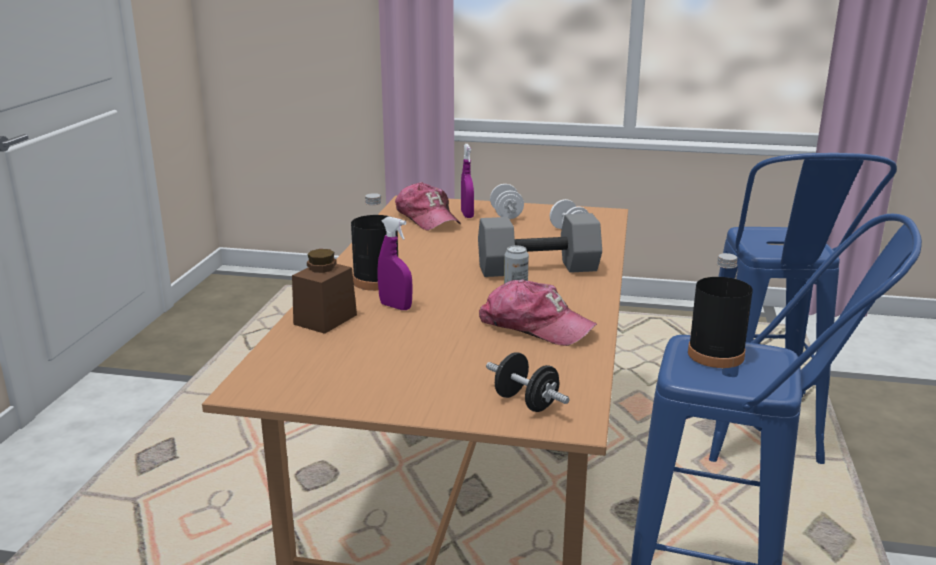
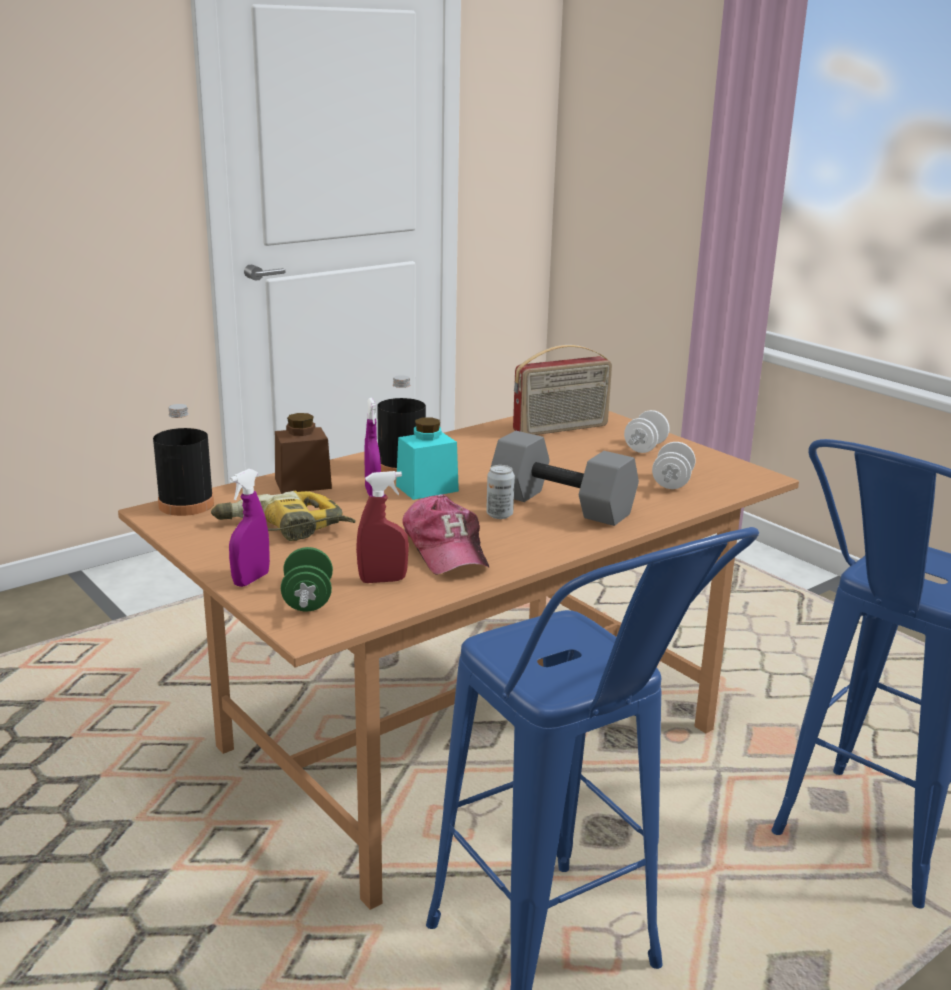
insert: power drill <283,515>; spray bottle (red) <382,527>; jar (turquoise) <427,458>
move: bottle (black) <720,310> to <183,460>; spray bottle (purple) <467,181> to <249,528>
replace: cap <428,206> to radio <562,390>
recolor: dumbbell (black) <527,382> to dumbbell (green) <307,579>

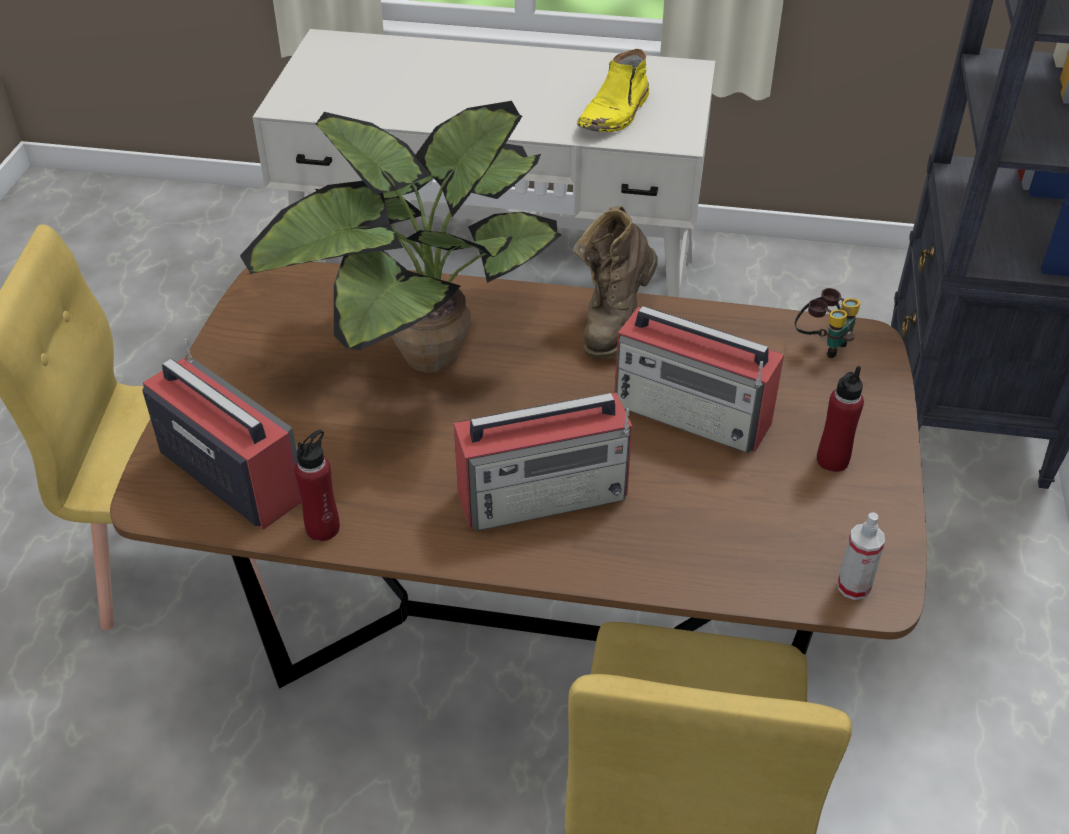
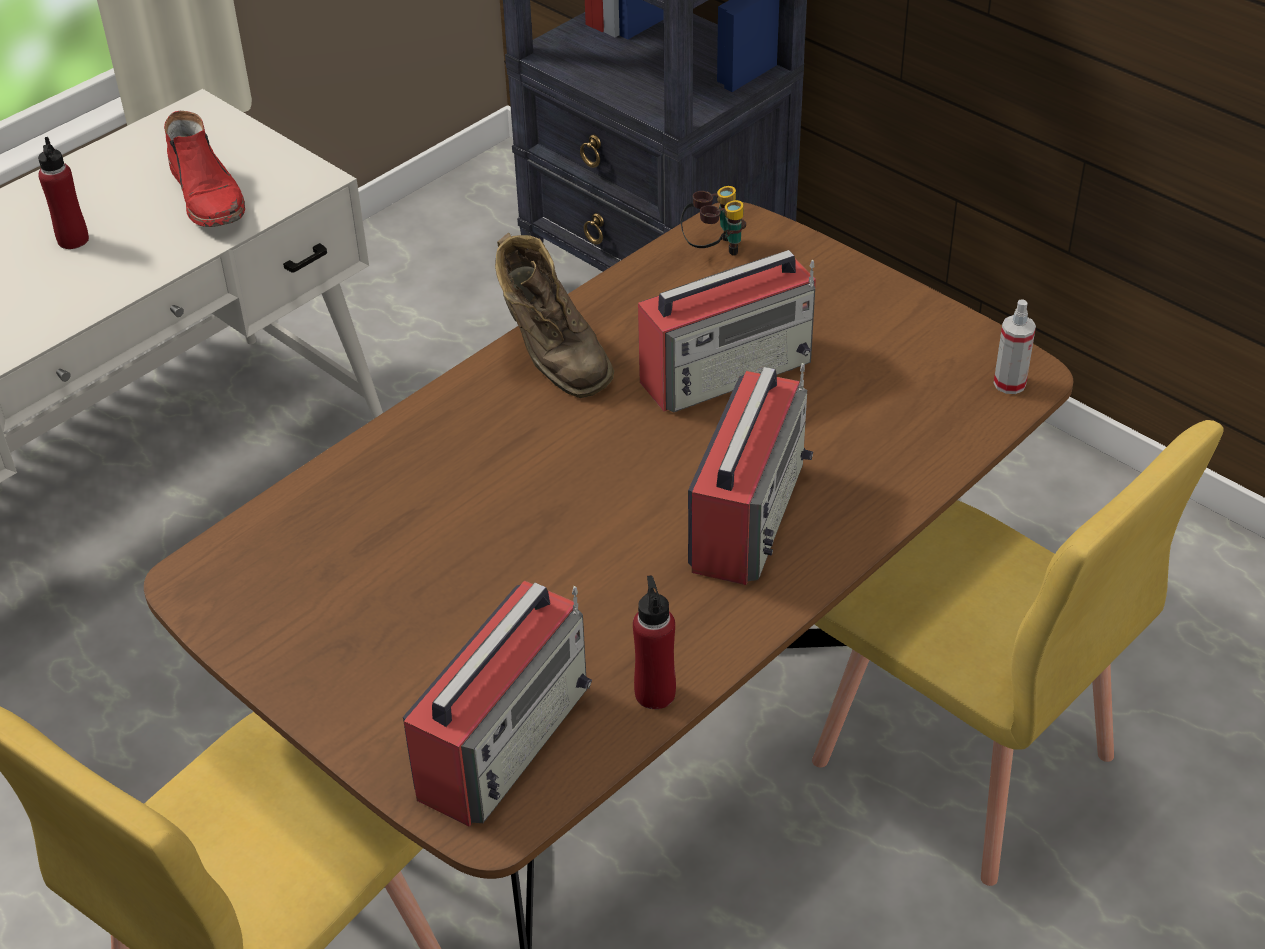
delete: potted plant <400,237>
move: bottle (red) <840,419> to <63,193>
recolor: boot (yellow) <613,90> to boot (red) <204,169>
rotate: radio <222,434> = <497,703> 135 degrees clockwise

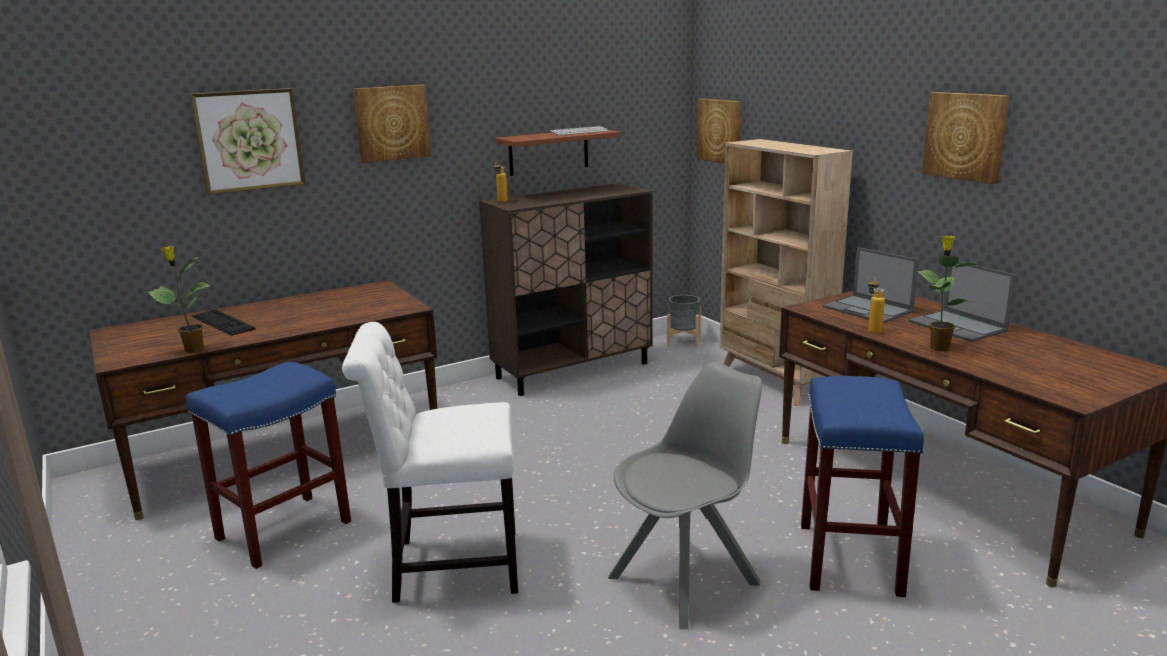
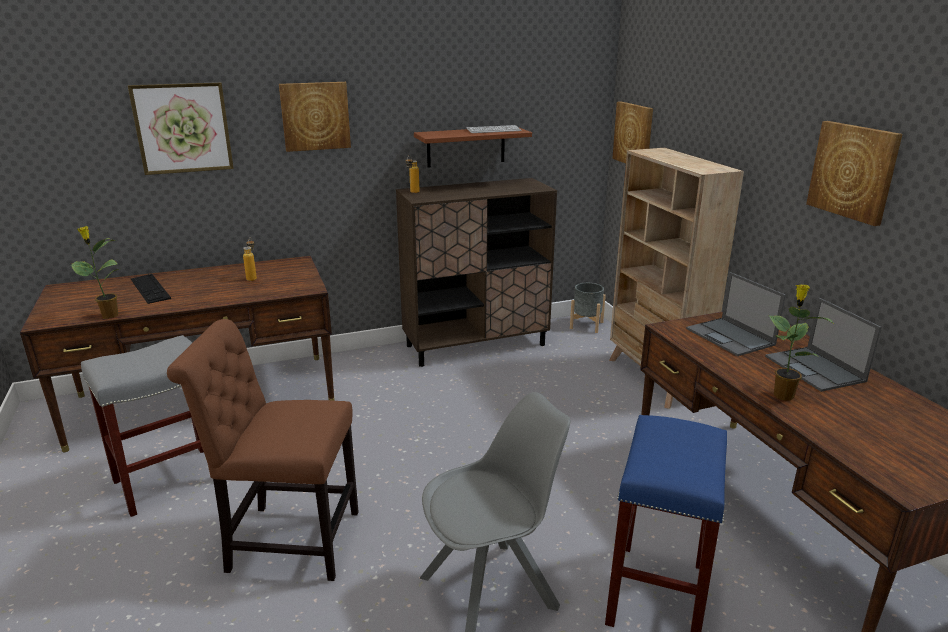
move: bottle <876,305> to <250,259>
recolor: stool (blue) <268,465> to stool (grey) <142,426>; chair (white) <430,462> to chair (brown) <263,450>

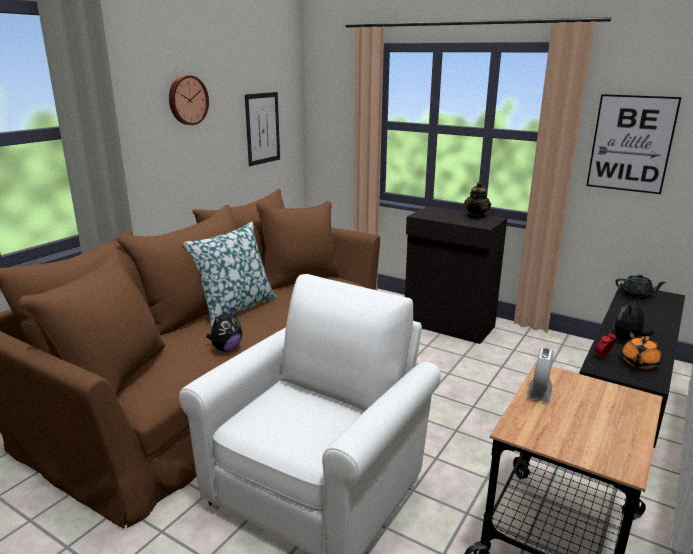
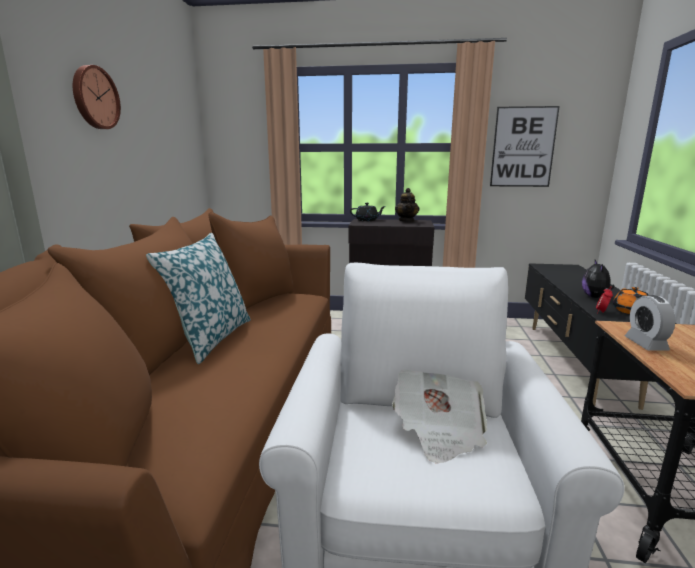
delete: plush toy <224,330>; picture <262,129>
insert: newspaper <439,417>
move: teapot (black) <641,286> to <368,212>

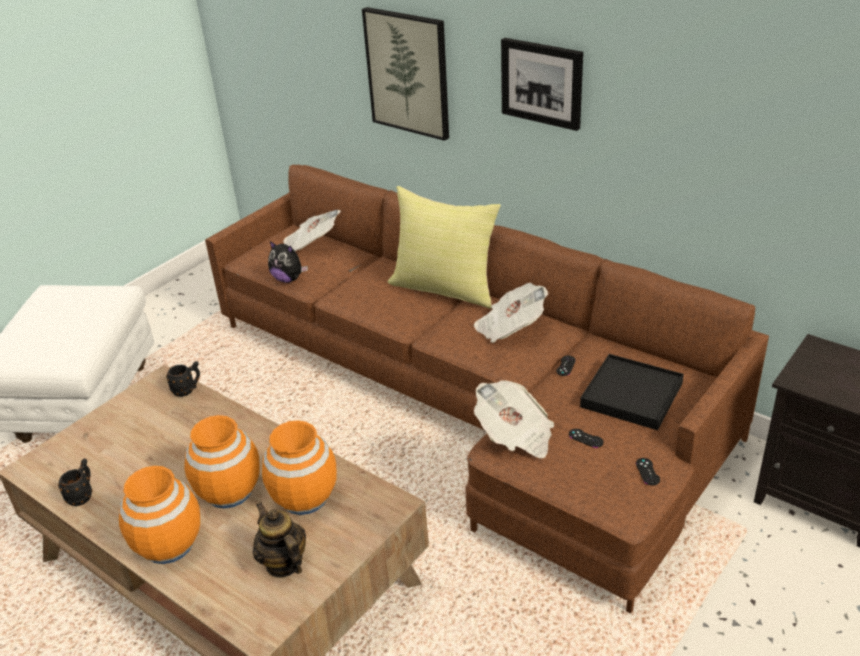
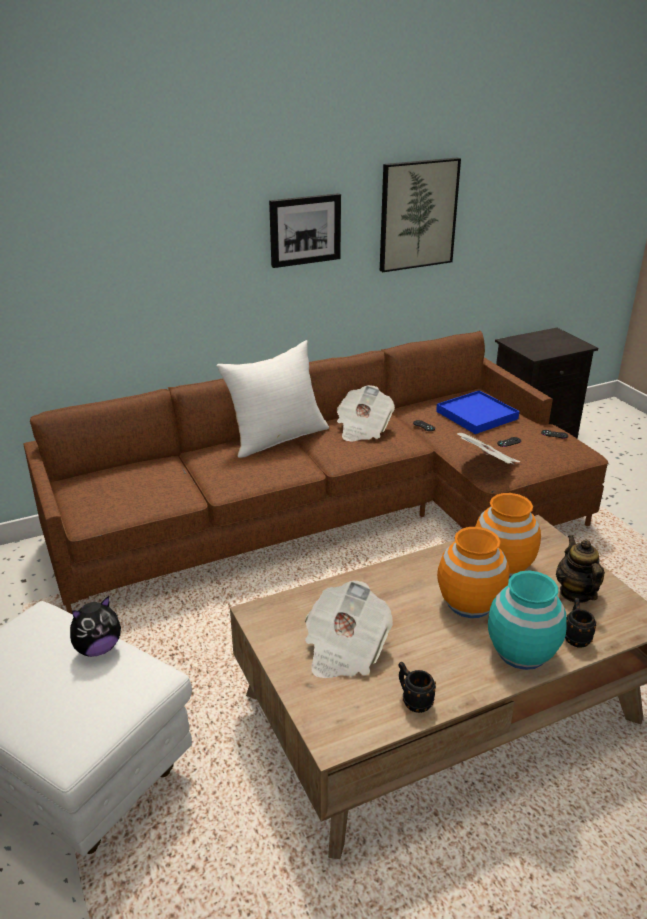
move: plush toy <288,262> to <95,626>; newspaper <312,230> to <349,629>; picture <405,74> to <420,215>; mug (black) <183,379> to <581,623>
recolor: pillow (yellow) <444,247> to pillow (white) <272,399>; tray (black) <632,392> to tray (blue) <477,412>; vase (orange) <159,515> to vase (turquoise) <527,620>
rotate: teapot <279,540> = <580,569> 90 degrees clockwise

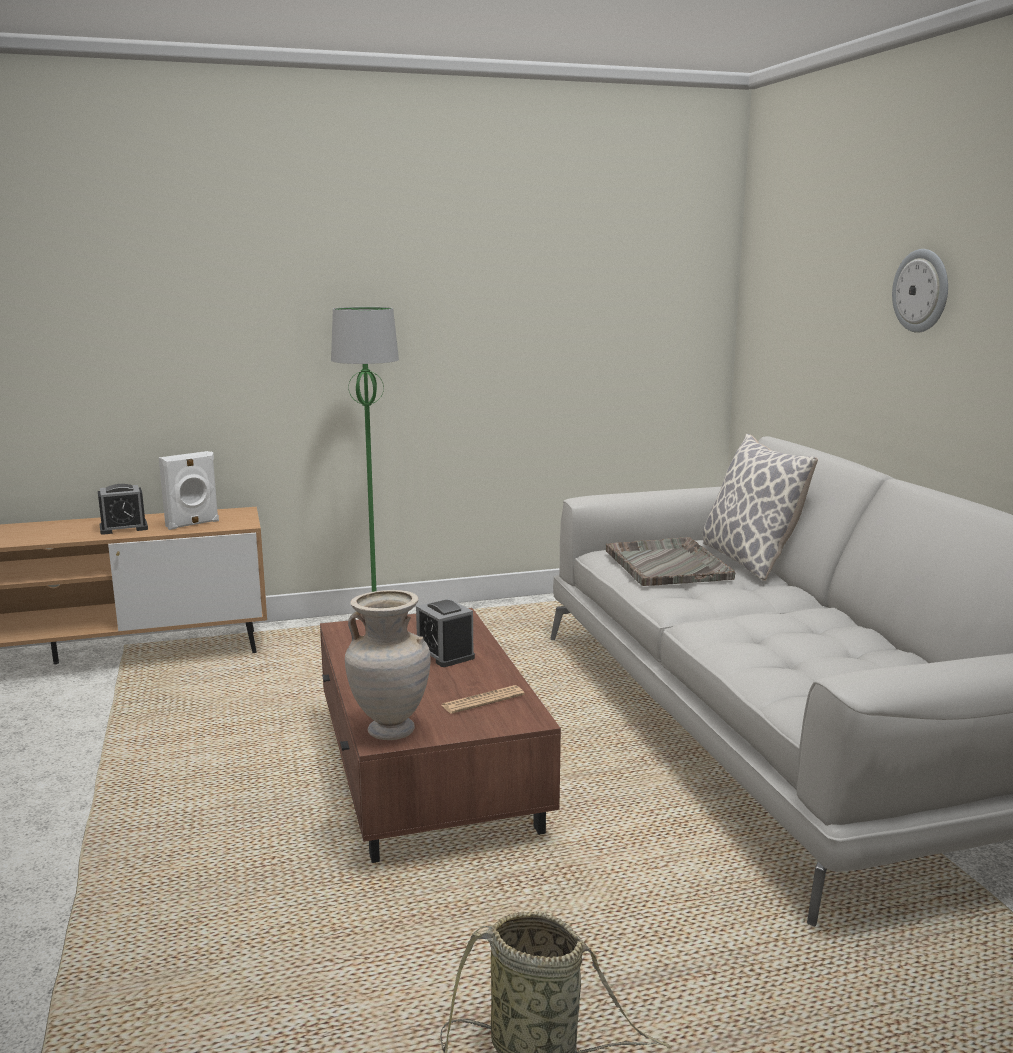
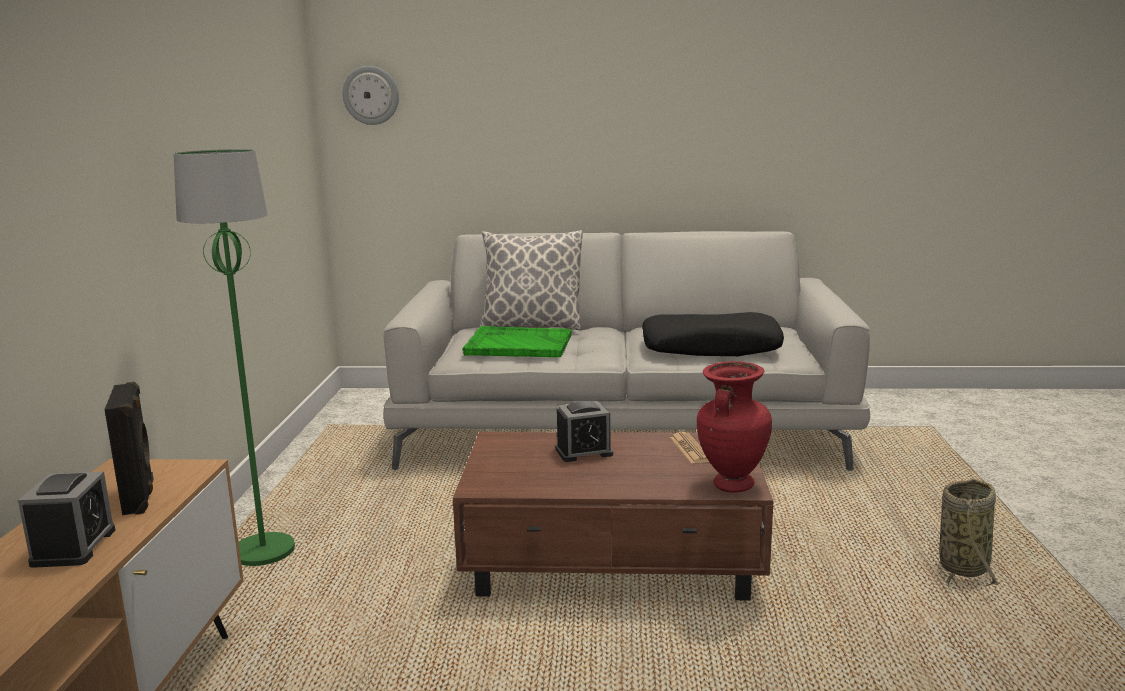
insert: pillow (black) <713,334>
move: wall clock <920,291> to <370,95>
recolor: speaker (white) <189,490> to speaker (black) <129,449>; tray (grey) <670,561> to tray (green) <517,341>; vase (beige) <388,665> to vase (red) <734,427>

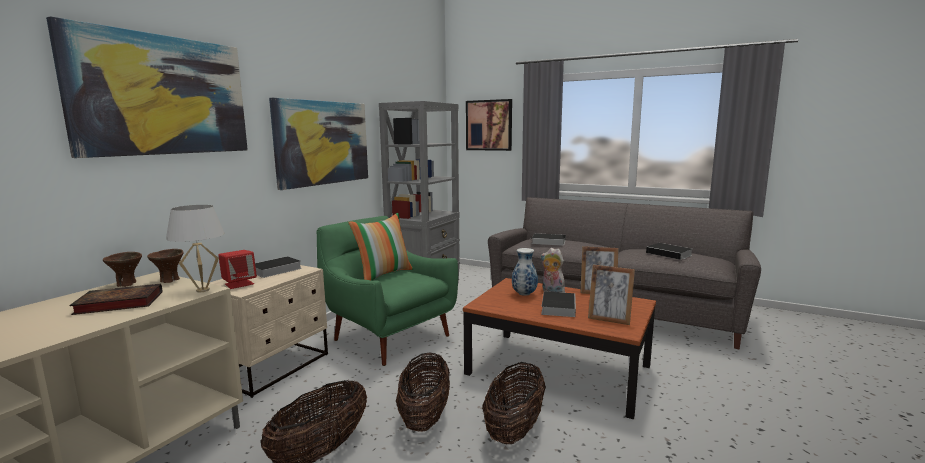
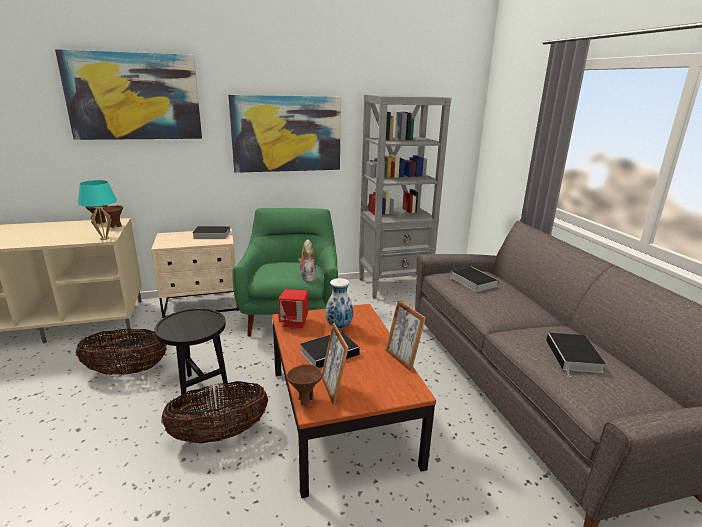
delete: book <115,299>; pillow <380,247>; picture <489,125>
insert: bowl (brown) <304,385>
move: speaker (red) <237,269> to <293,308>; plush toy <552,270> to <307,260>
replace: basket <423,392> to side table (black) <191,357>
recolor: table lamp (white) <195,248> to table lamp (turquoise) <97,210>

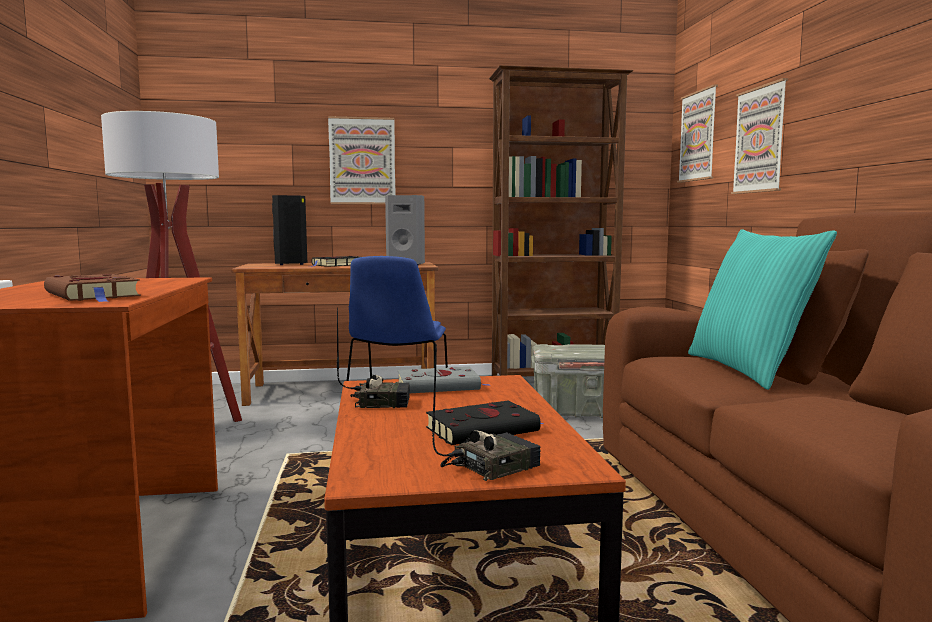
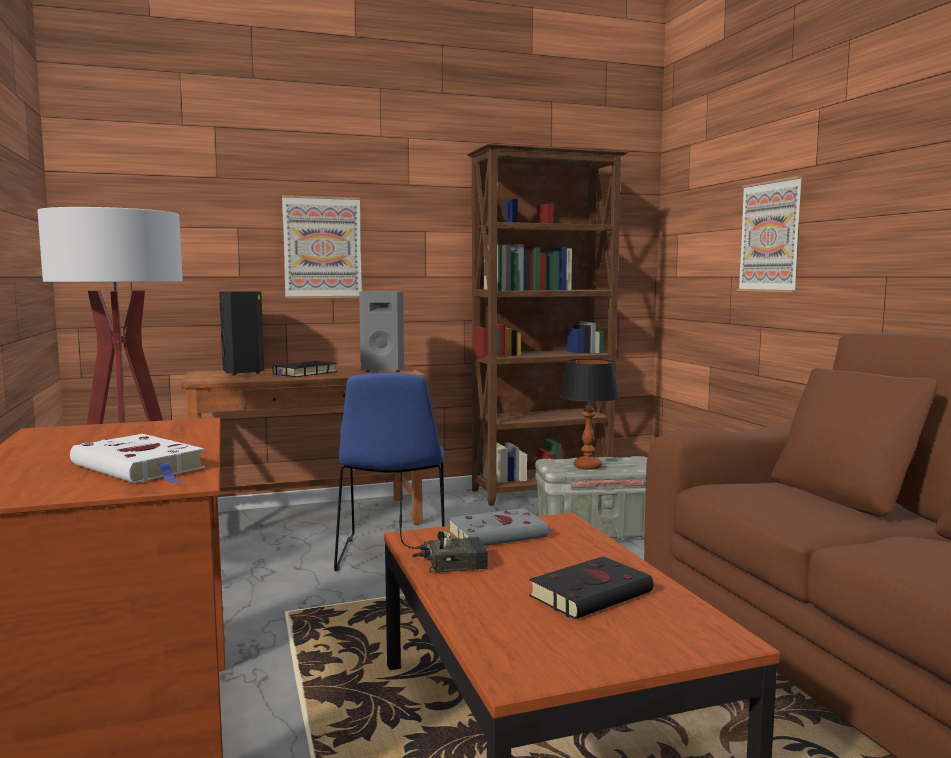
delete: radio <486,412>; picture <697,133>; pillow (turquoise) <762,309>
insert: table lamp <589,414>
recolor: book (brown) <92,288> to book (white) <137,458>

